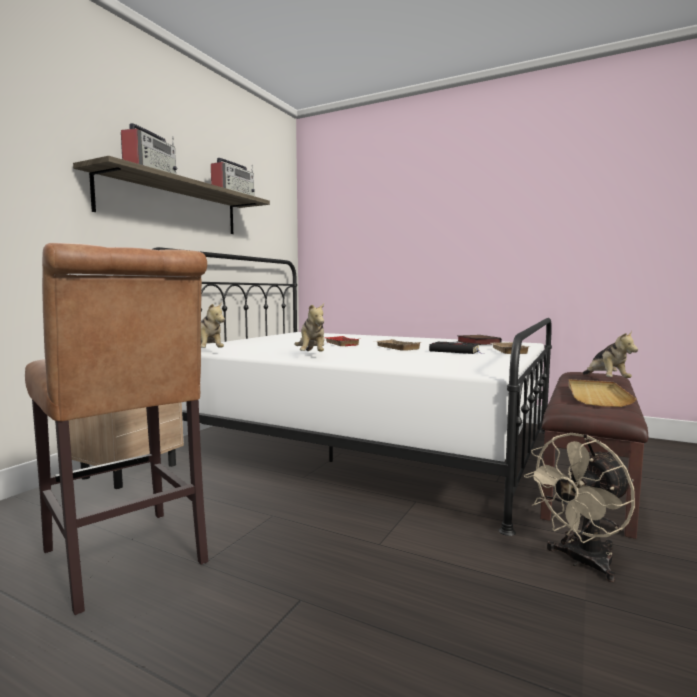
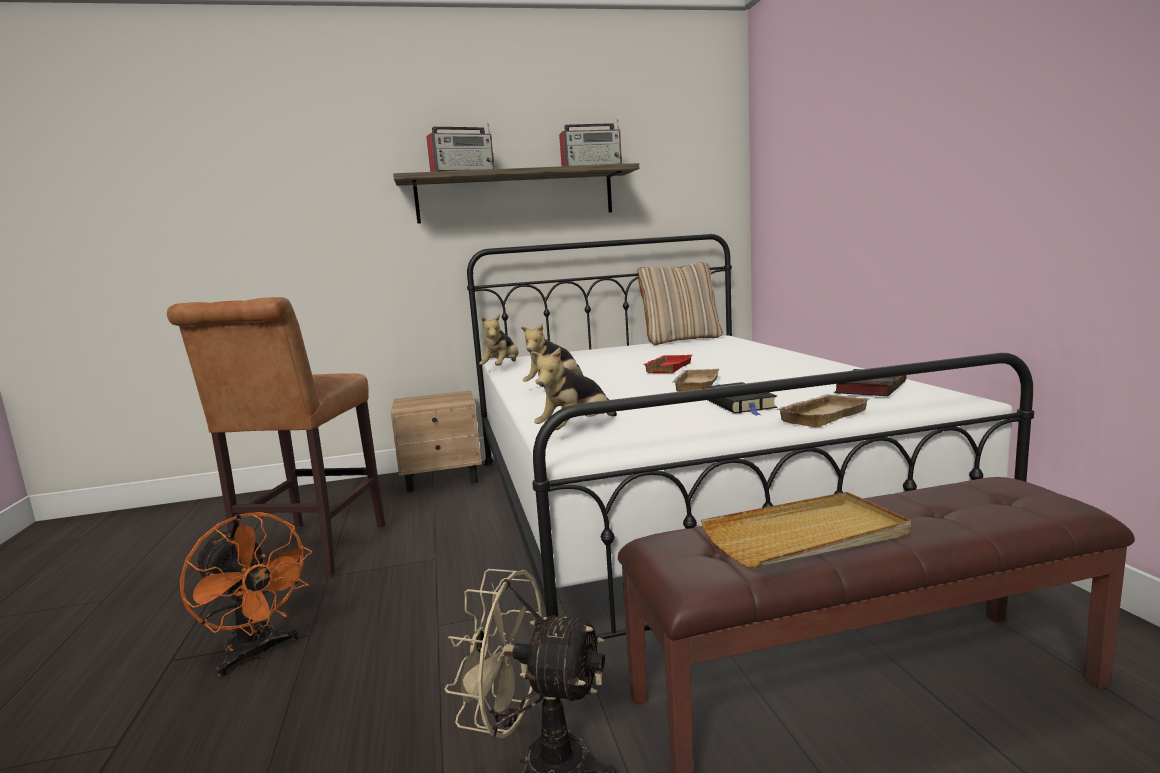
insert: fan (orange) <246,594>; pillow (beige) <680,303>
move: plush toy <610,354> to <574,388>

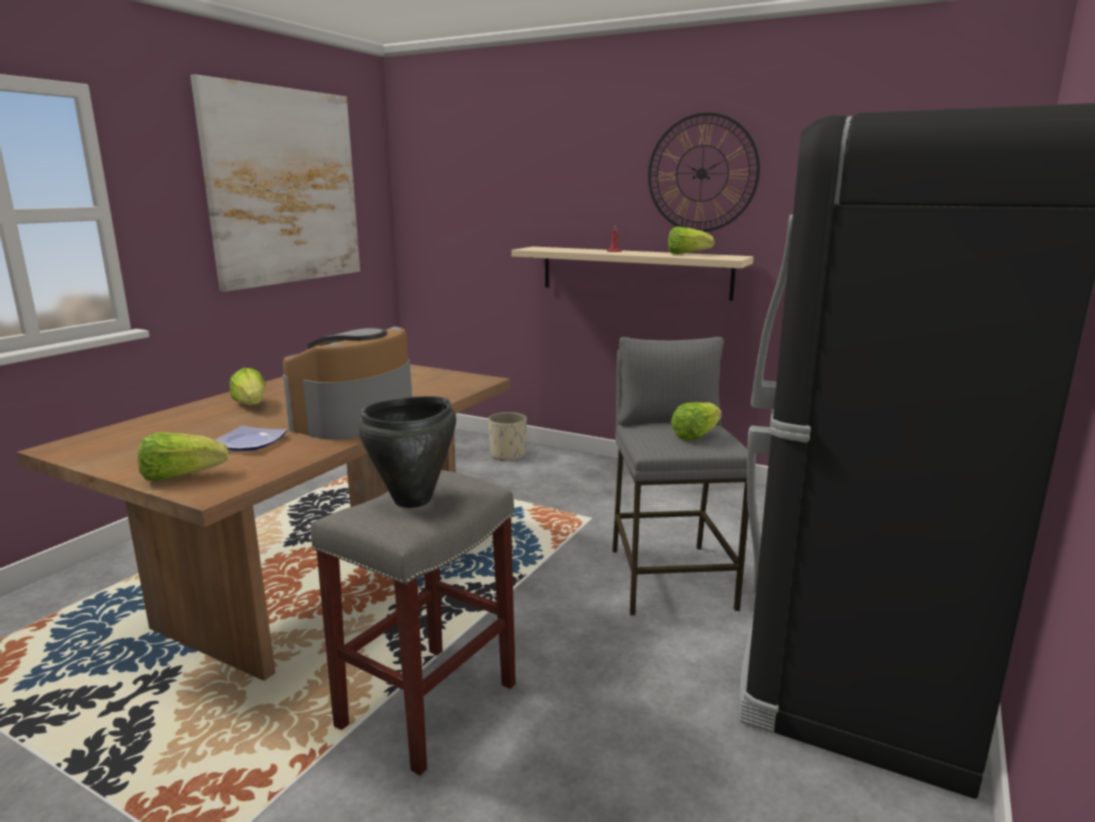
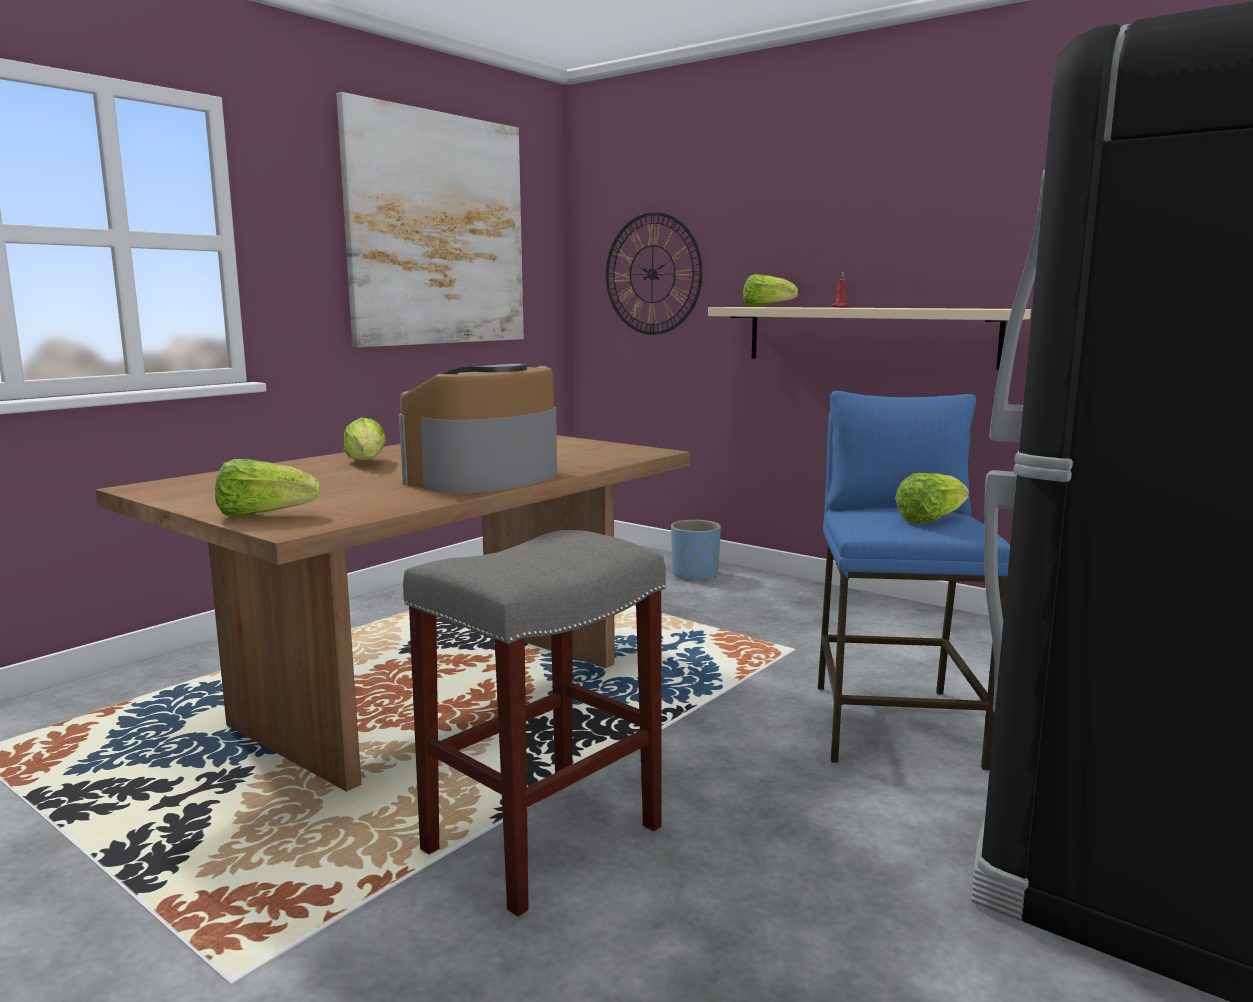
delete: plate <251,438>; cooking pot (black) <406,452>
move: wall clock <704,172> to <654,273>; lettuce <691,240> to <770,290>
recolor: planter (beige) <507,436> to planter (blue) <696,550>; stool (grey) <680,476> to stool (blue) <914,581>

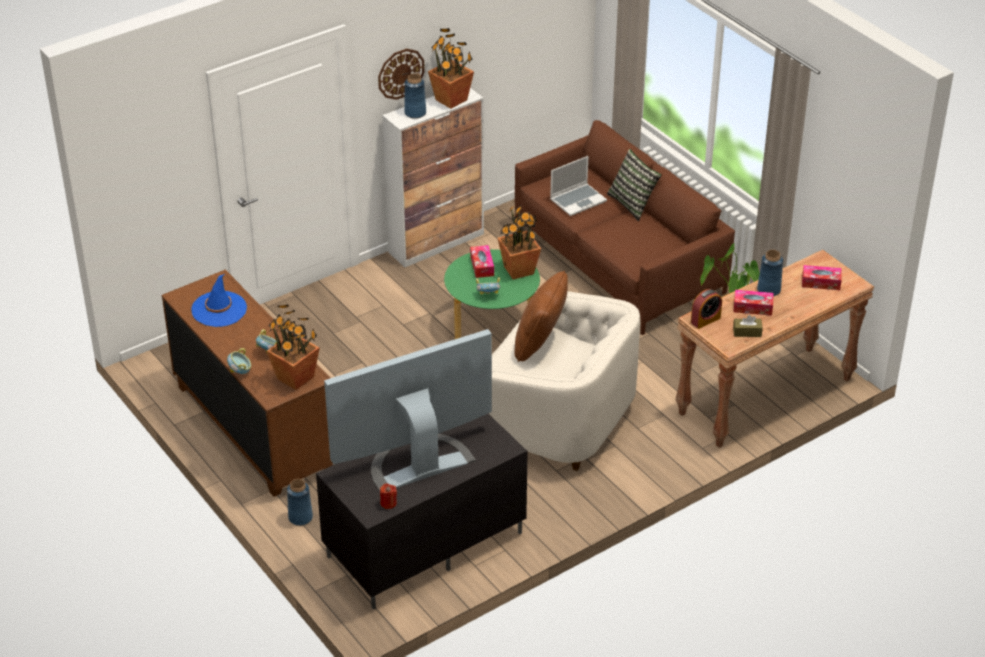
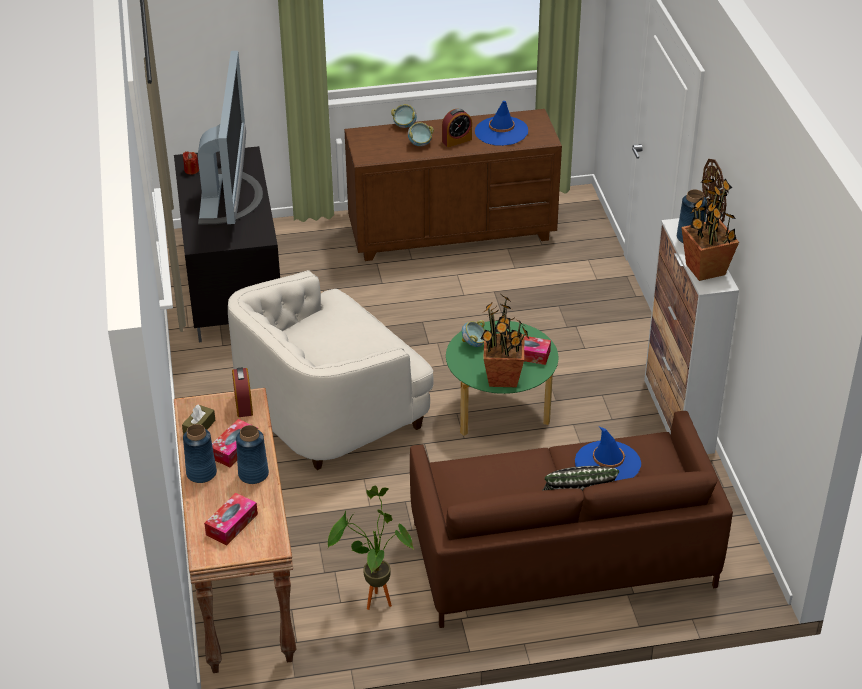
delete: potted plant <293,347>; pillow (brown) <541,316>
insert: alarm clock <457,127>
move: vase (blue) <300,502> to <200,453>
replace: laptop <578,186> to hat (blue) <608,454>

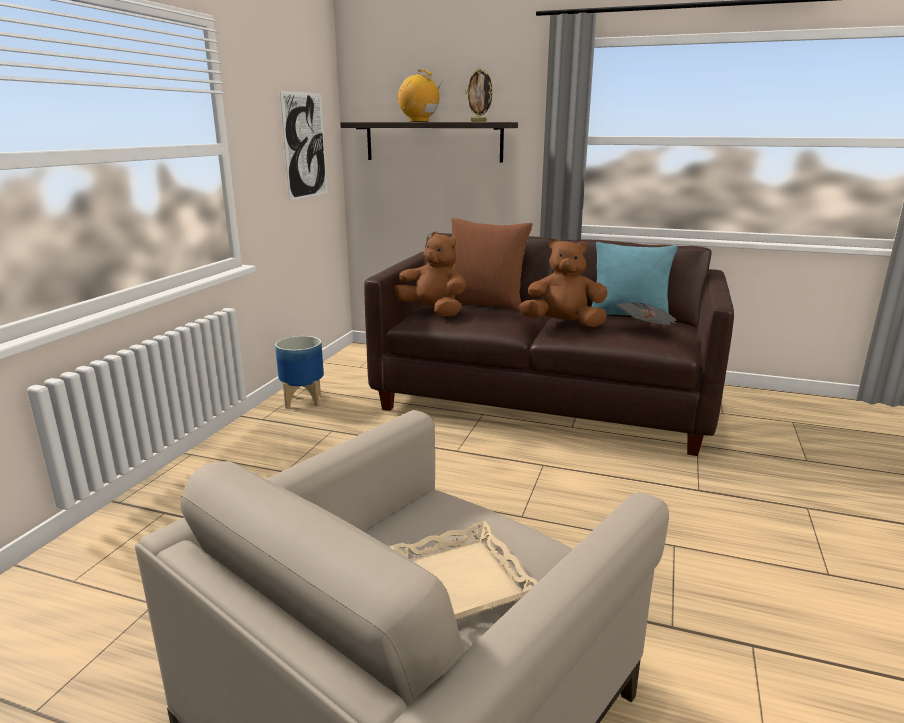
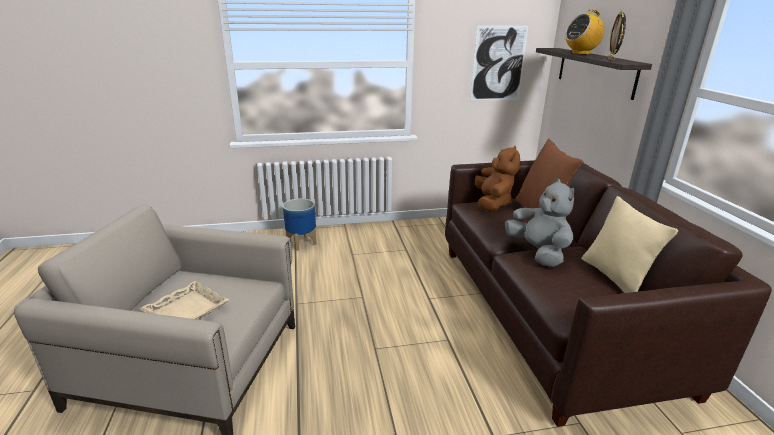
delete: newspaper <646,313>
move: planter <299,372> to <300,224>
recolor: plush toy (brown) <563,283> to plush toy (grey) <539,222>; pillow (turquoise) <634,279> to pillow (beige) <629,244>
rotate: radio <420,95> = <584,32> 120 degrees counterclockwise

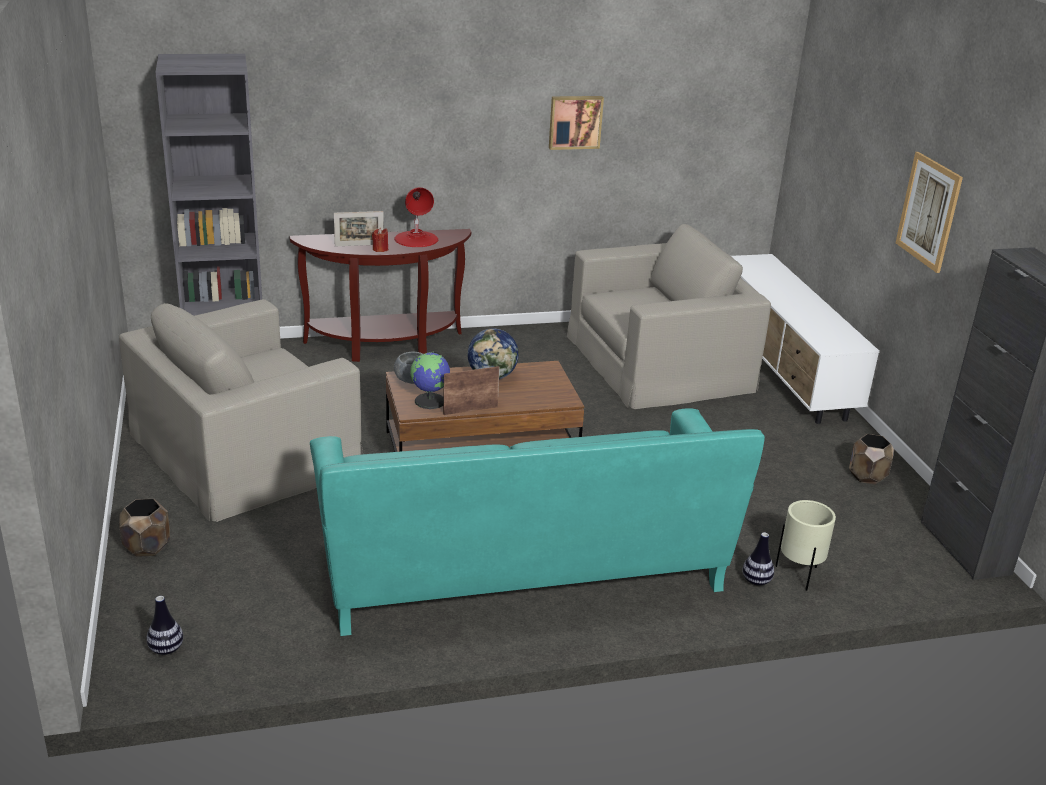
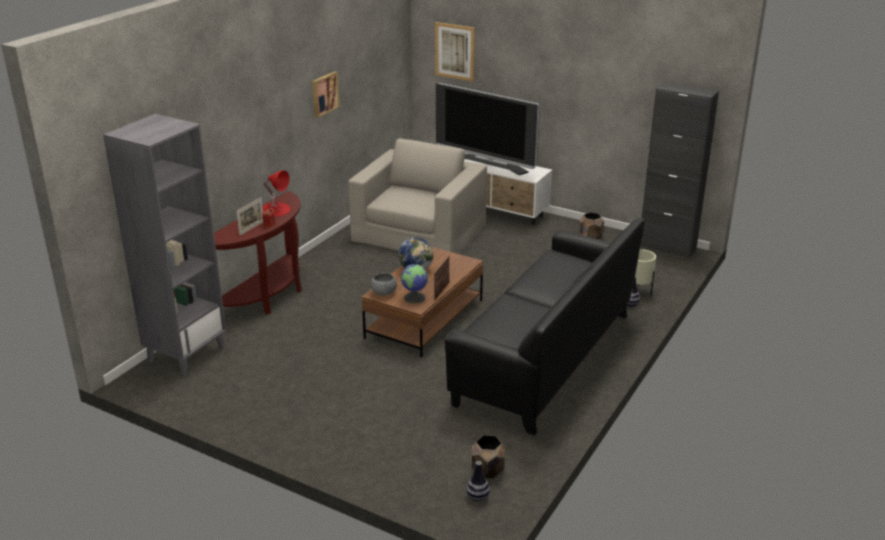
delete: armchair (beige) <241,410>
insert: television <488,128>
move: picture <929,212> to <455,51>; planter (brown) <144,528> to <488,456>
recolor: sofa (turquoise) <537,522> to sofa (black) <545,327>

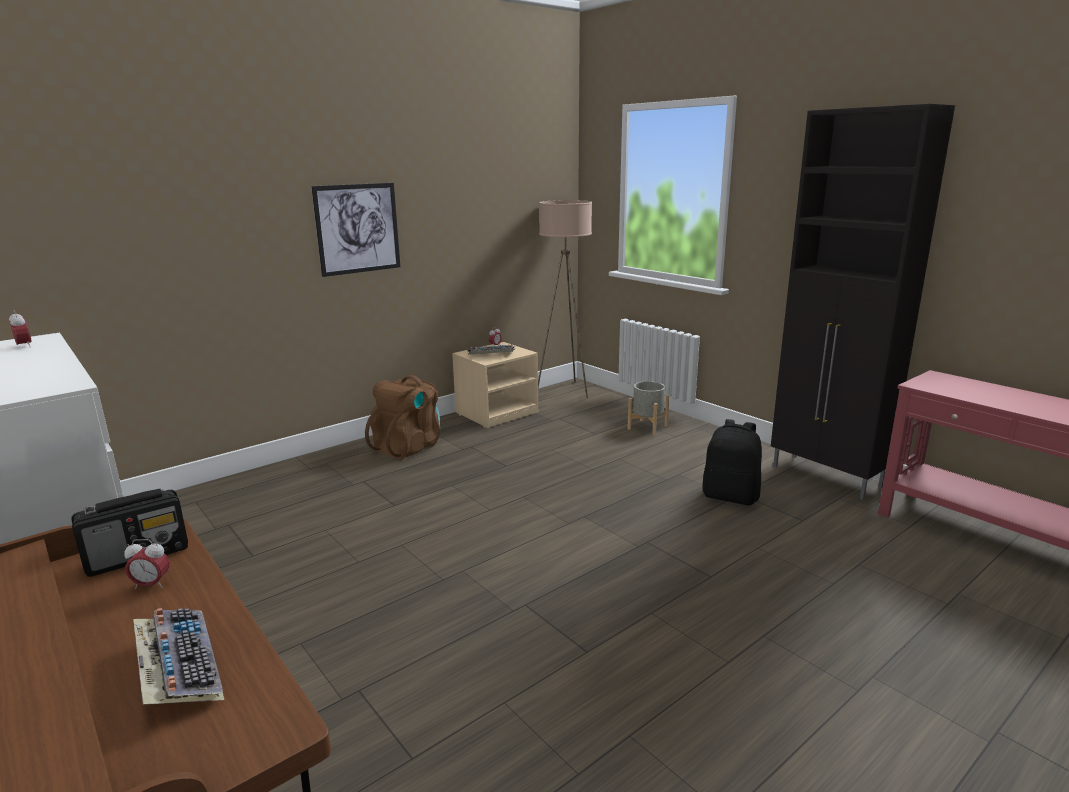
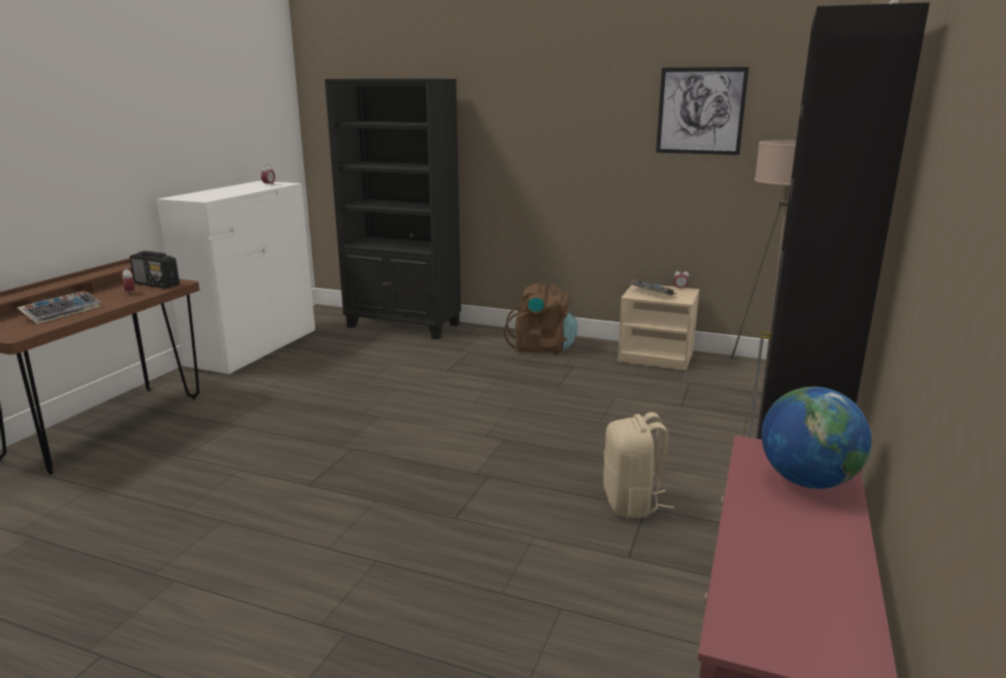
delete: planter (grey) <648,408>
insert: bookcase (black) <393,209>; globe <816,438>
move: picture <355,230> to <702,111>
recolor: backpack (black) <732,462> to backpack (beige) <638,465>

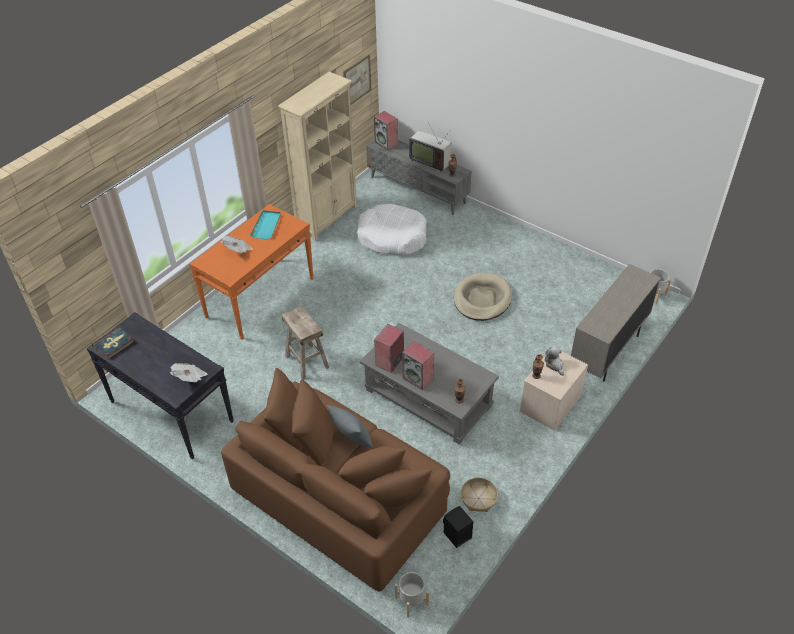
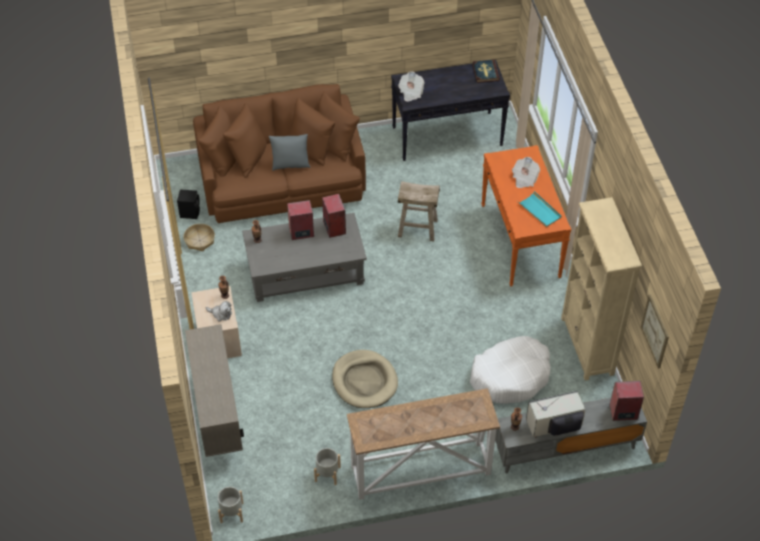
insert: console table <423,444>
move: planter (grey) <412,594> to <327,466>

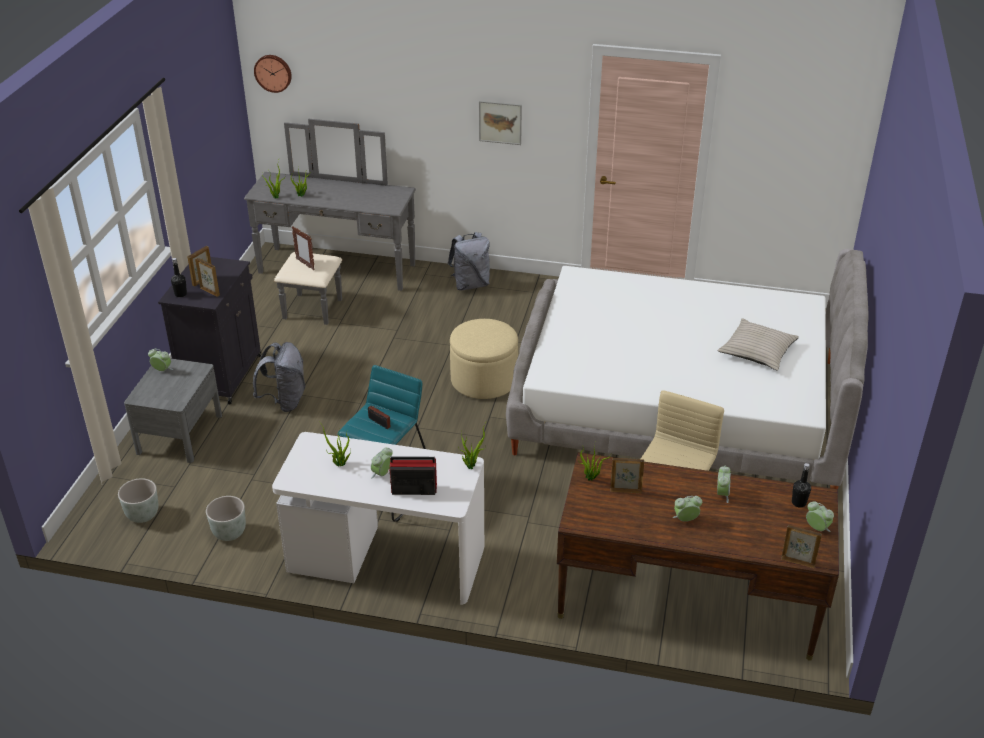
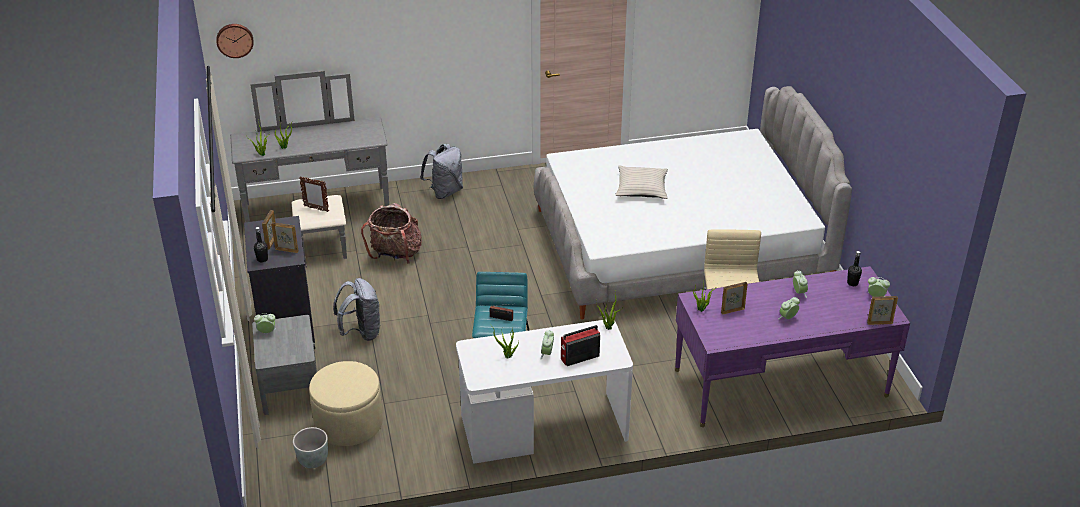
delete: planter (grey) <226,518>; picture <500,123>
insert: backpack <391,233>
move: ottoman (beige) <484,359> to <346,403>; pillow (beige) <758,344> to <641,182>
recolor: desk (brown) <698,556> to desk (purple) <792,346>

